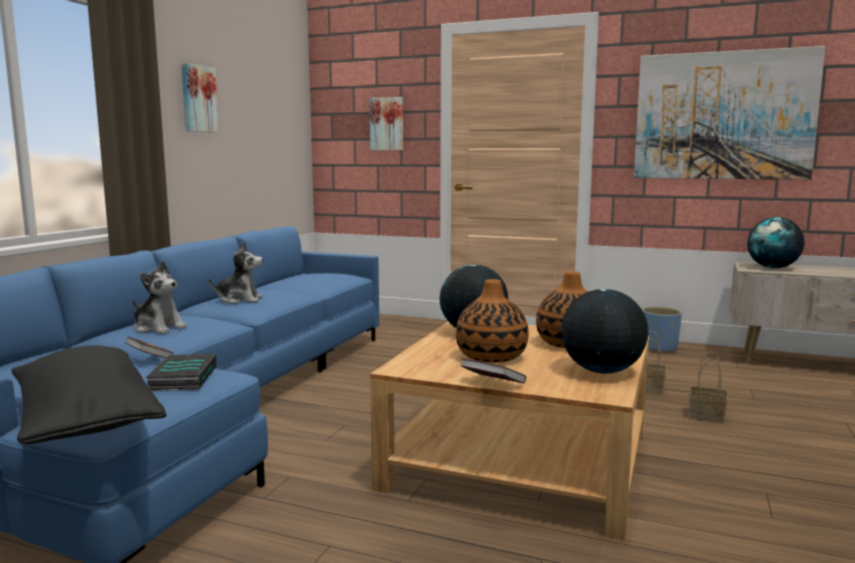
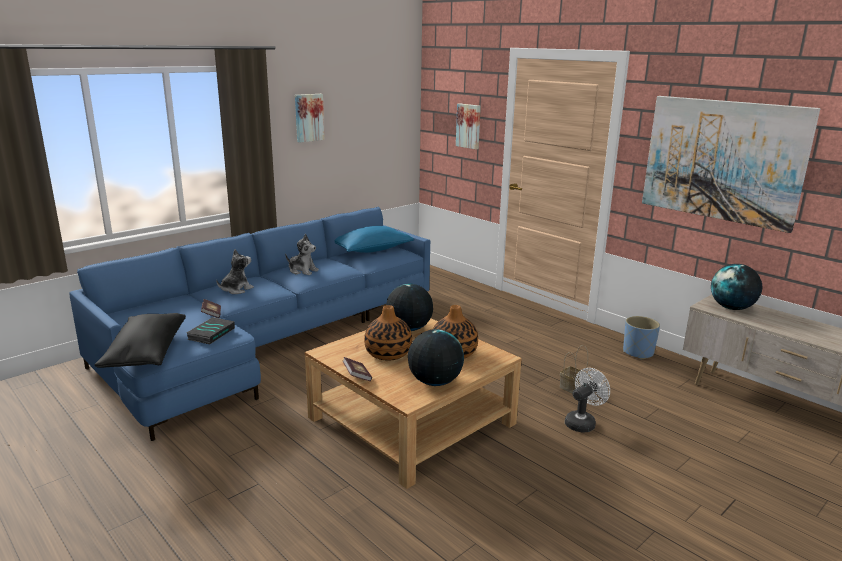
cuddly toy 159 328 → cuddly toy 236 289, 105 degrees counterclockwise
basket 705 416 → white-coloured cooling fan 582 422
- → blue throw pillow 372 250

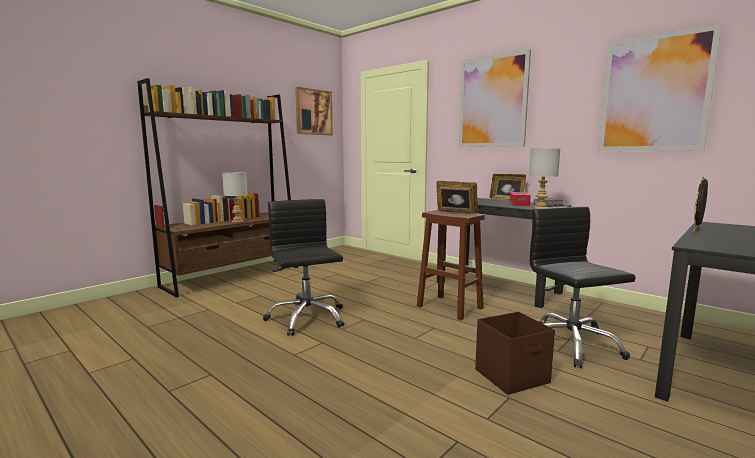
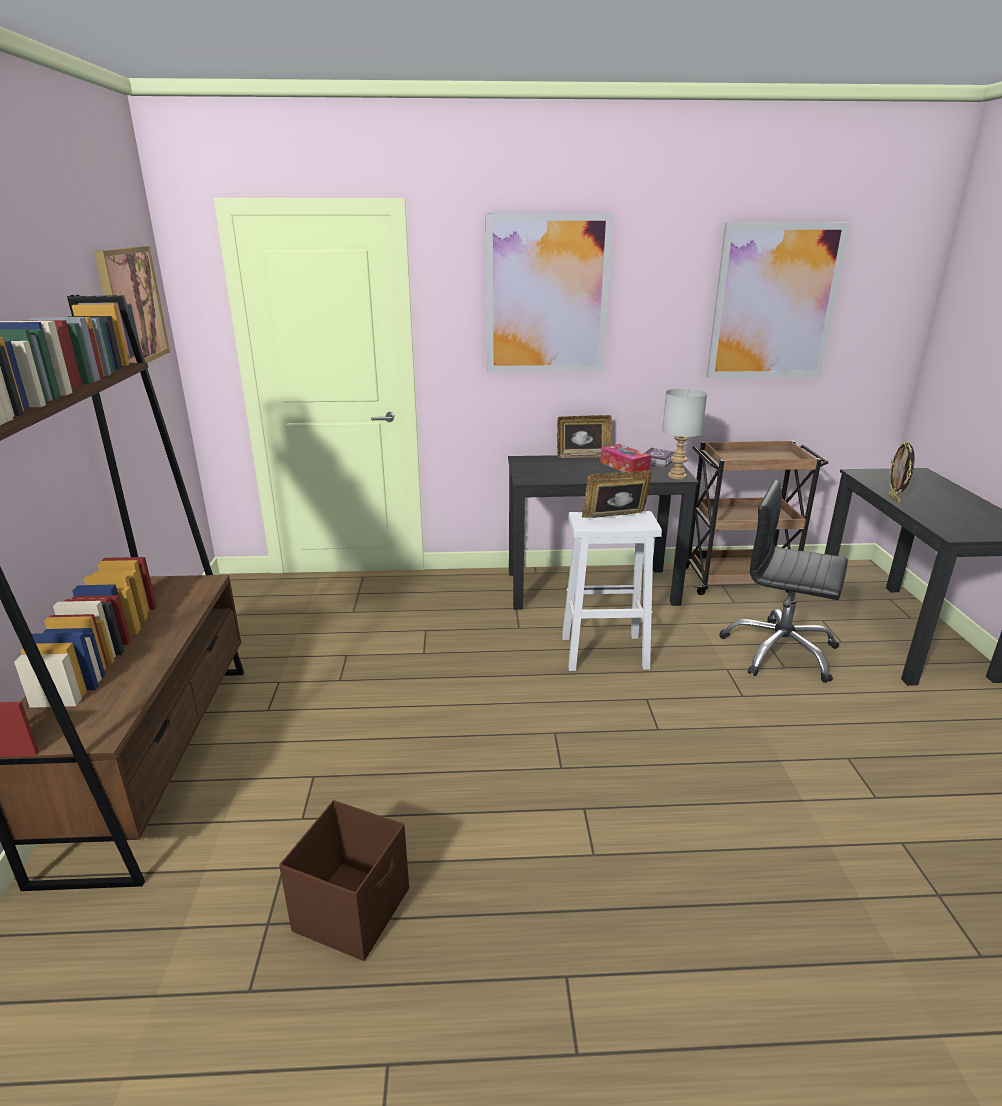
grey tabletop lamp 237 222 → -
black computer chair 306 318 → -
brown stool 448 307 → white-coloured stool 602 652
brown storage box 512 376 → brown storage box 354 909, shifted
- → brown cart 738 579

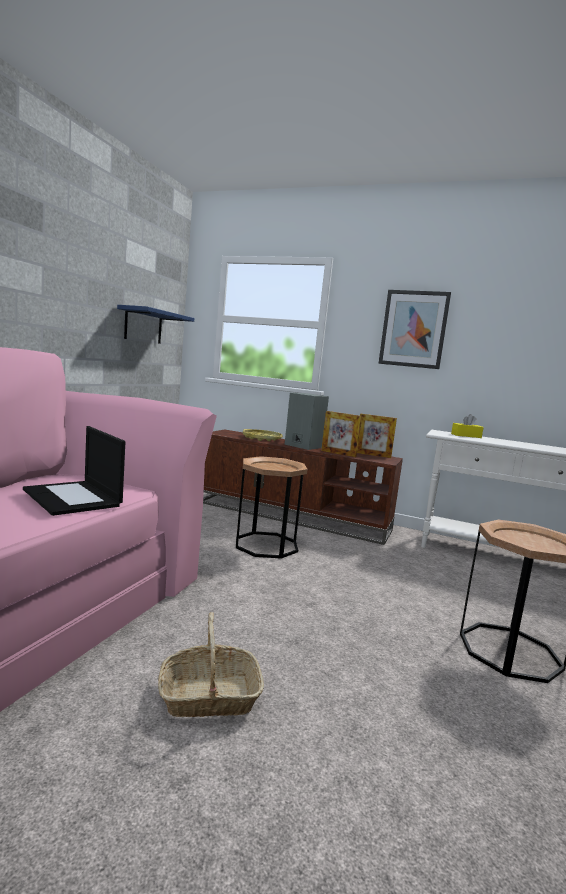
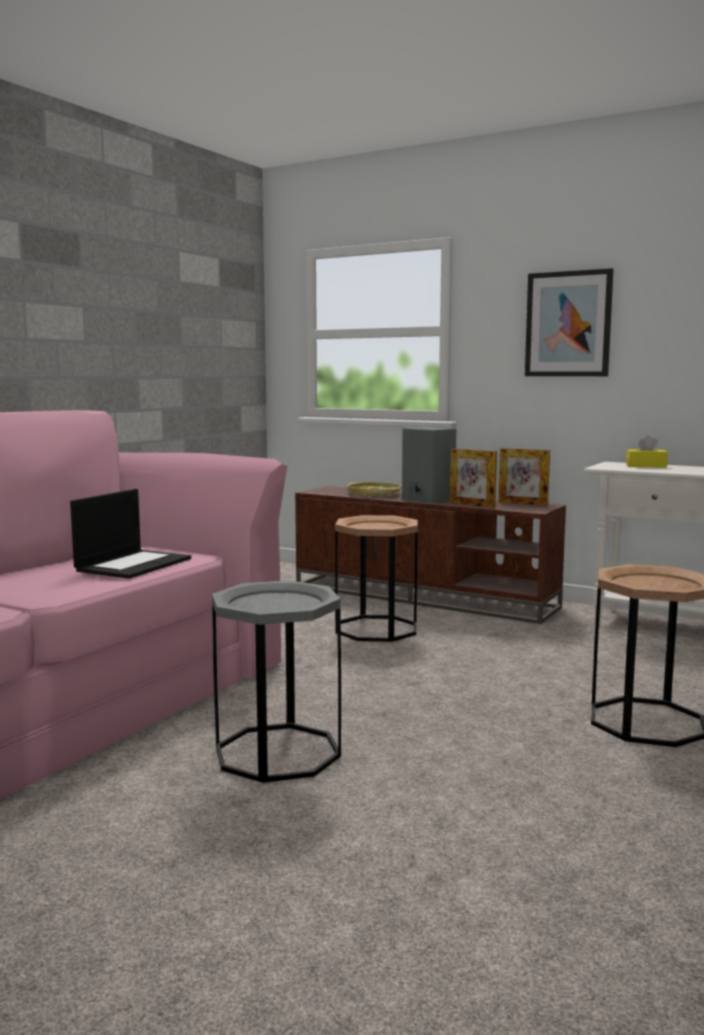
blue bracket shelf 143 326 → -
portable computer 73 498 → portable computer 134 564, 120 degrees counterclockwise
basket 209 696 → grey accent table 277 752

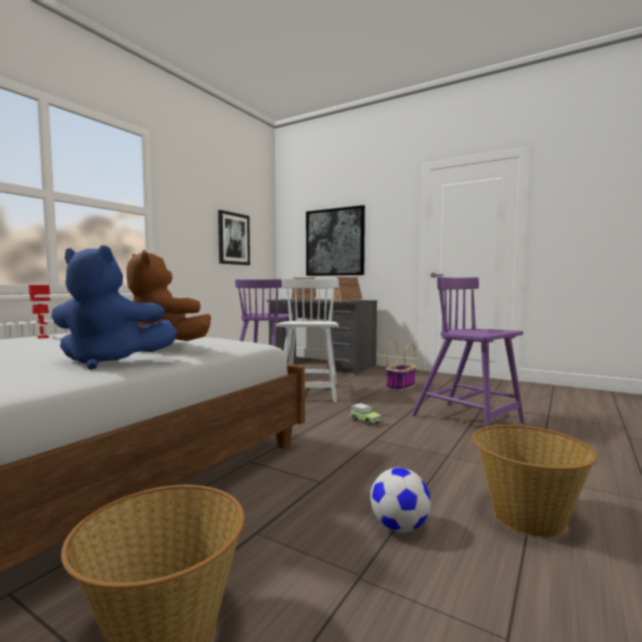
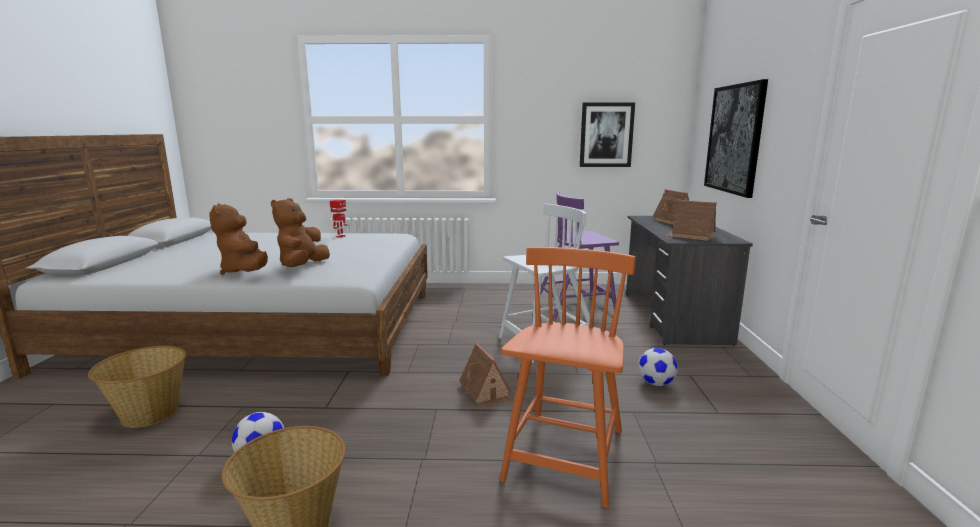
blue cuddly toy 110 362 → brown cuddly toy 245 272
purple-coloured plain chair 468 420 → orangey plain chair 565 457
basket 400 386 → football ball 656 383
toy car 364 421 → toy house 485 392

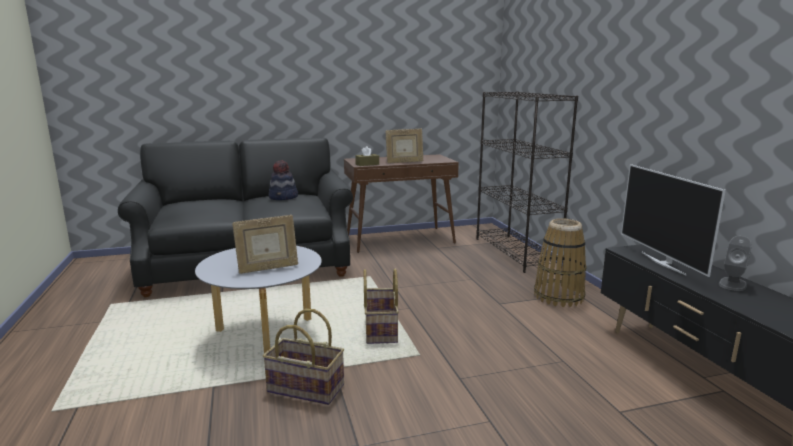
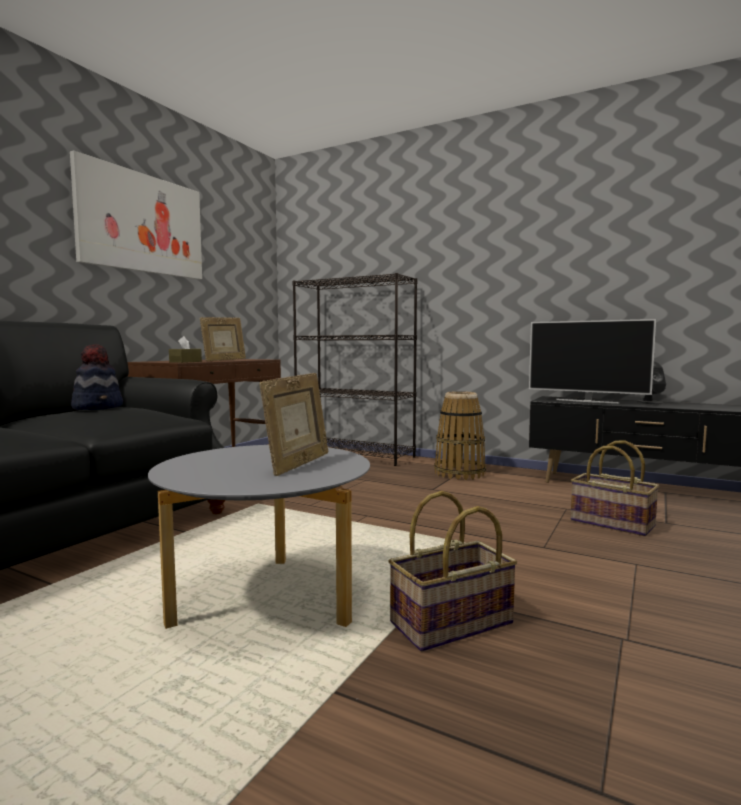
basket 380 330 → basket 611 523, shifted
- → picture 142 223

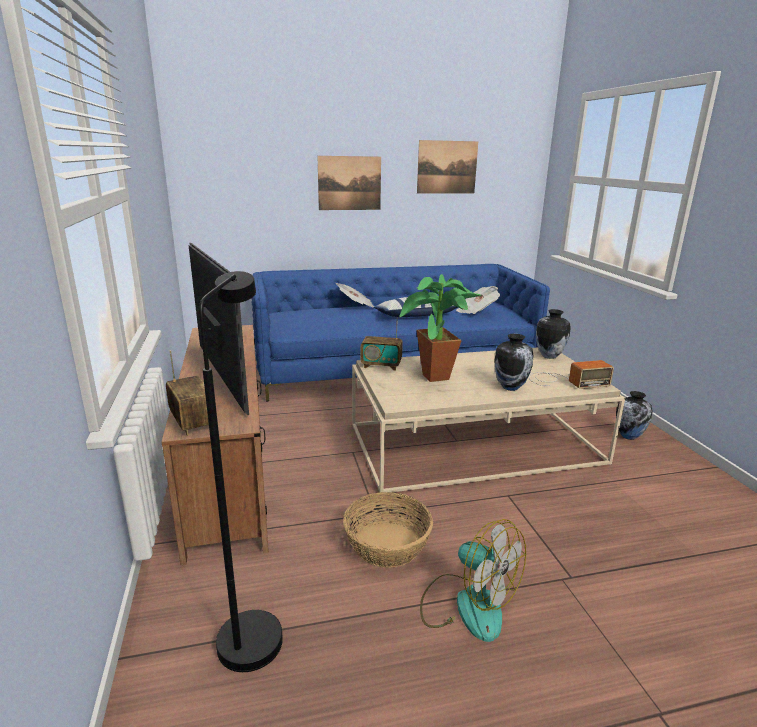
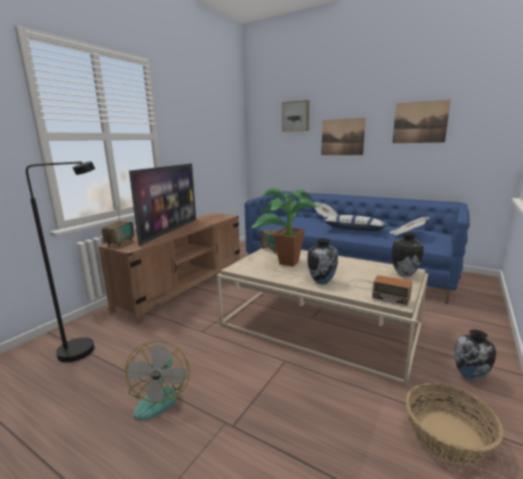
basket 387 544 → basket 447 436, shifted
- → picture 295 116

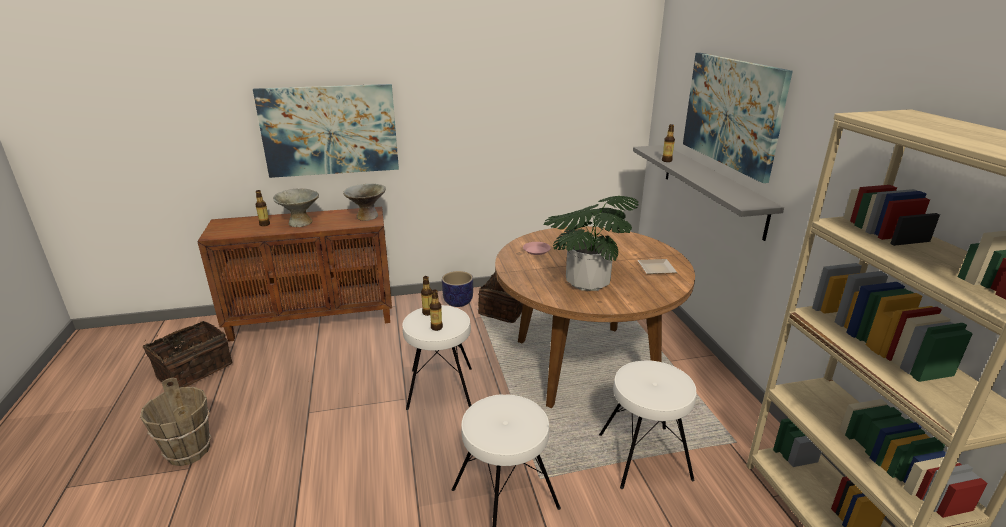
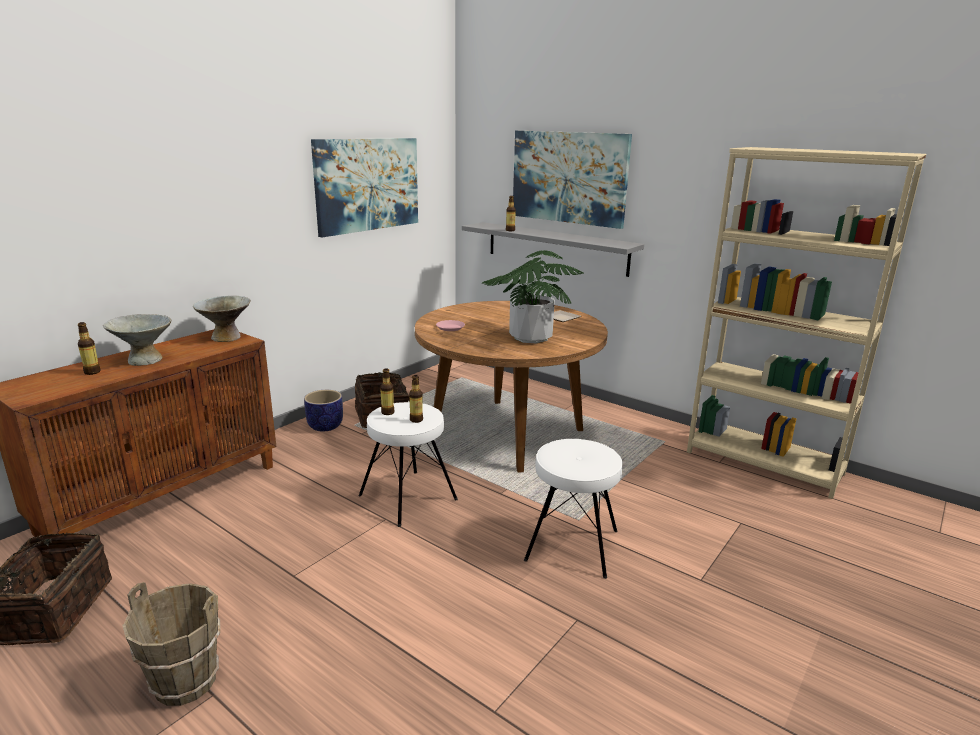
picture 330 130 → picture 367 184, shifted
white-coloured stool 644 457 → -

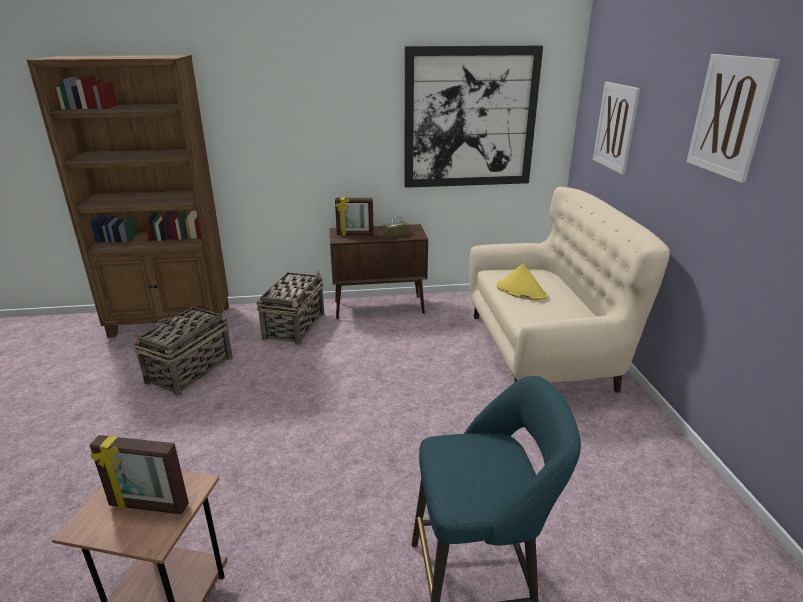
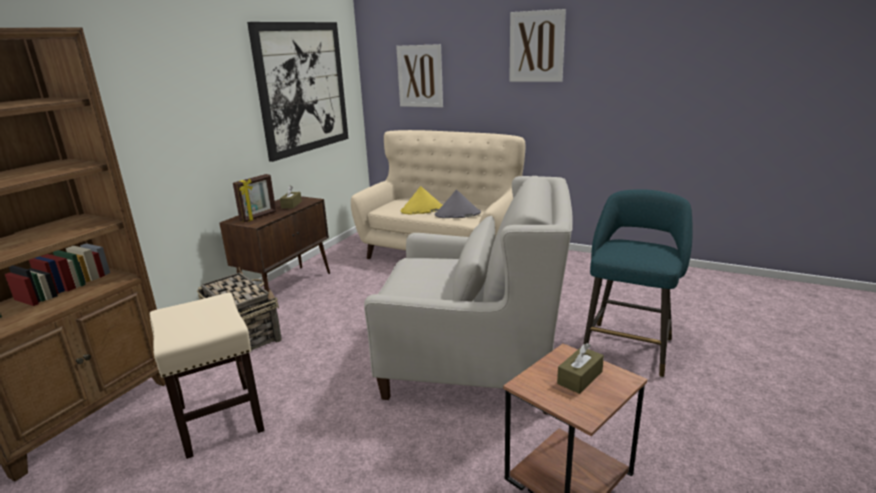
basket 189 370 → beige-coloured stool 220 419
standing frame 148 506 → brown tissue box 580 378
- → white-coloured armchair 473 360
- → grey clothing hat 457 214

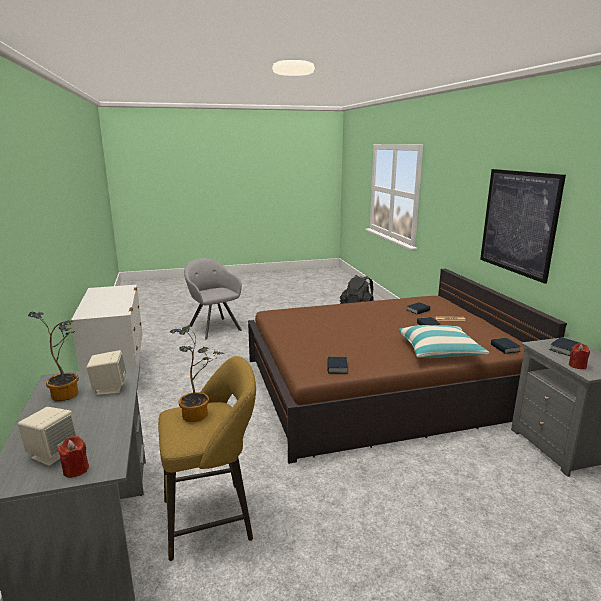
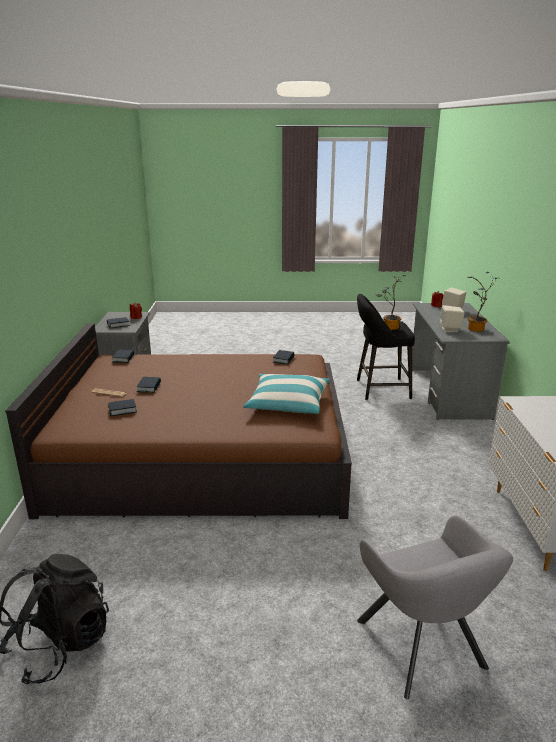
picture 518 222 → -
throw pillow 439 351 → throw pillow 288 403, shifted
yellow-coloured stool 213 518 → black stool 379 389

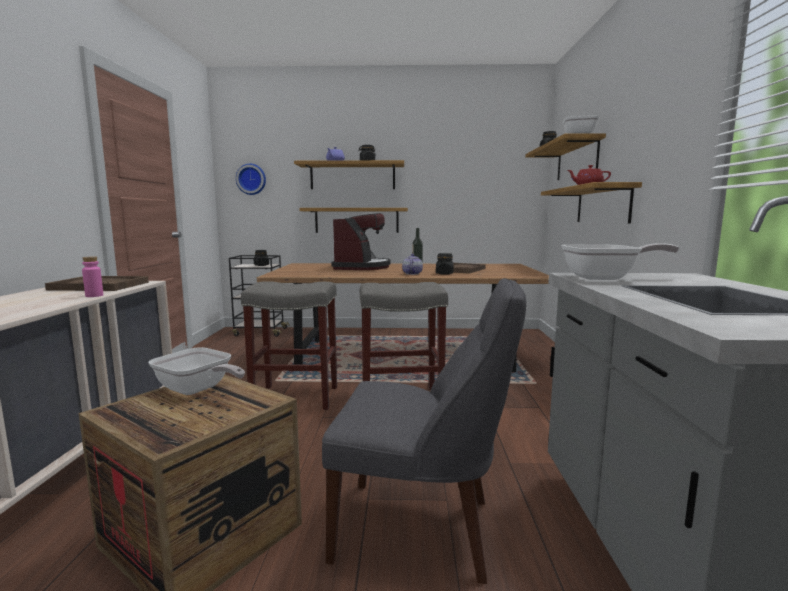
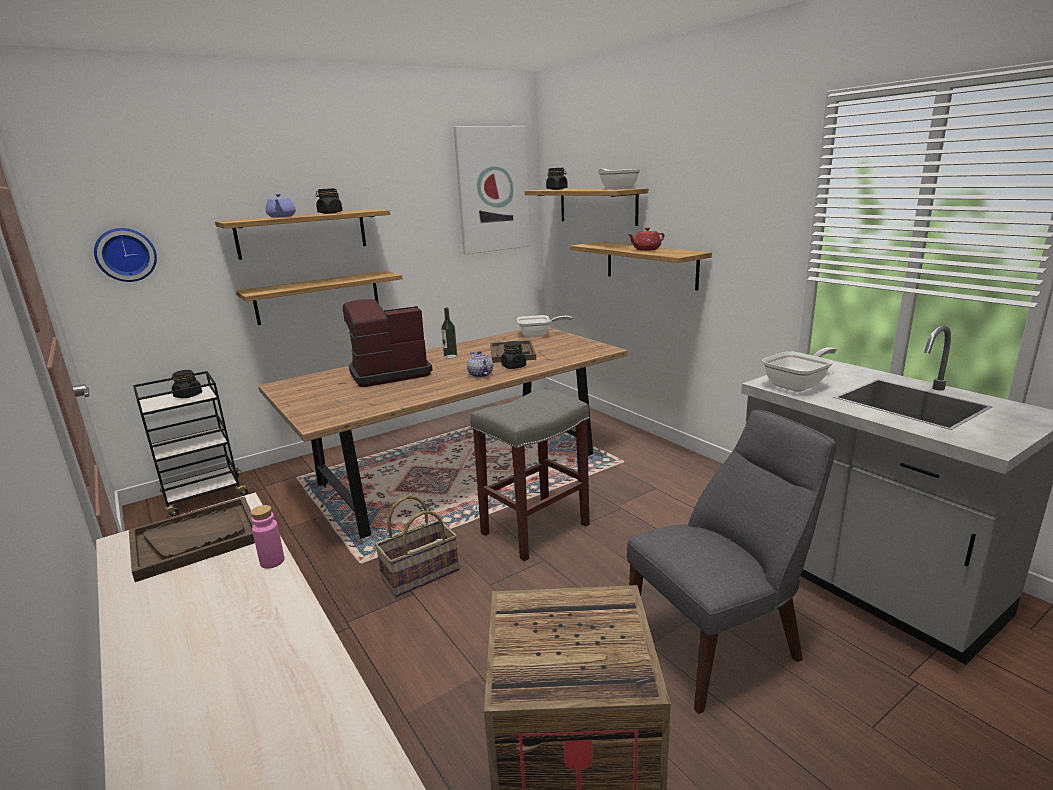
coffee brewer 362 267 → coffee brewer 388 373, 90 degrees counterclockwise
grey stool 294 397 → basket 420 575
skillet 197 390 → skillet 538 335, shifted
- → picture 492 190

